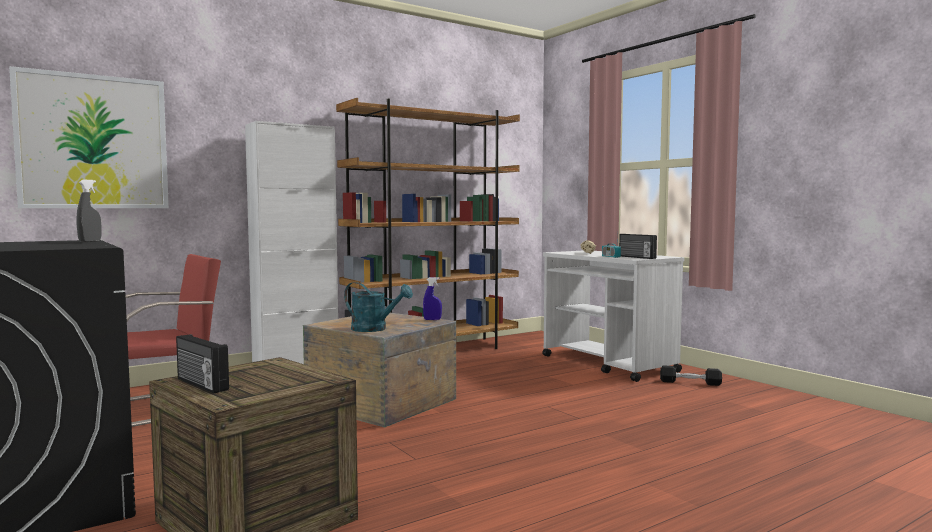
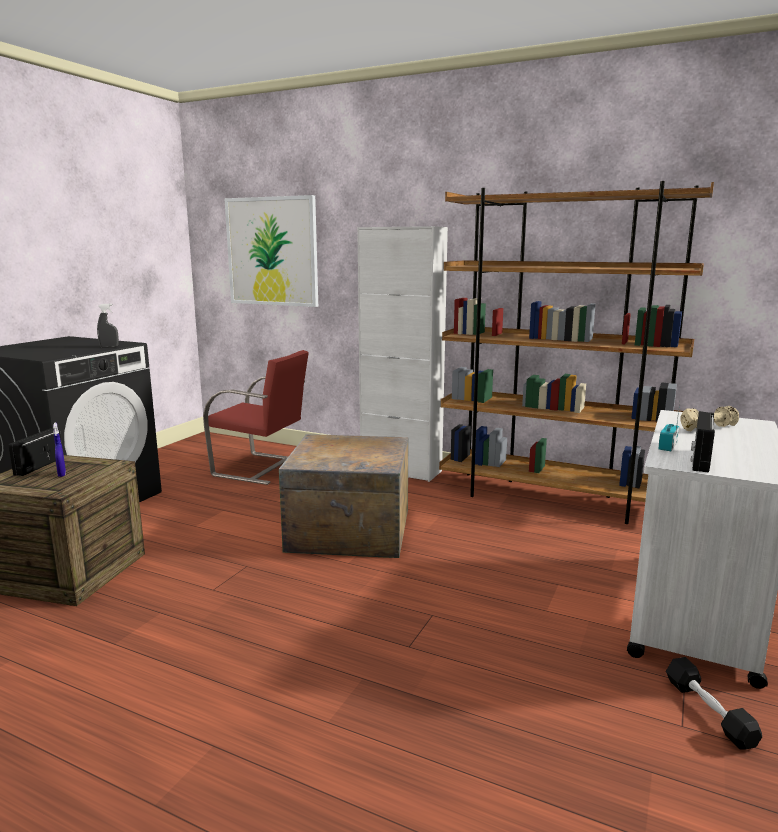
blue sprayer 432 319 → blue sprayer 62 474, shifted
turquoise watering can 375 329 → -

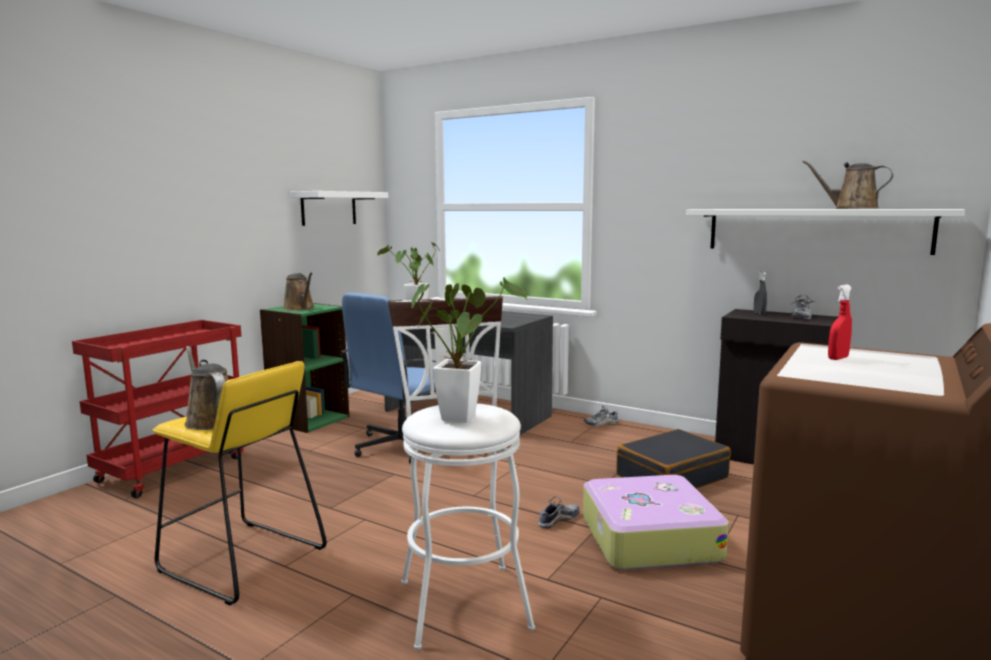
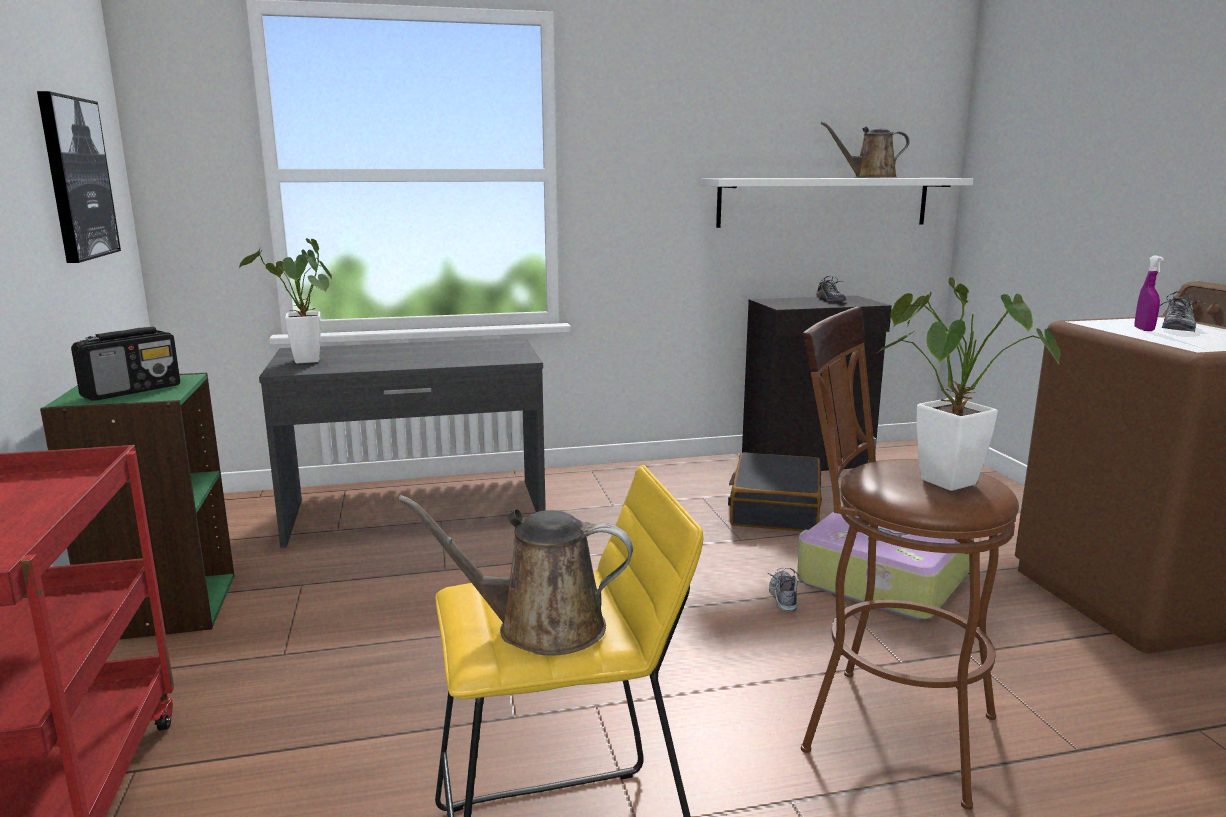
white-coloured bracket shelf 329 208 → picture 77 178
grey sprayer 759 313 → -
brown watering can 300 308 → radio receiver 132 391
reddish sprayer 838 358 → purple-coloured sprayer 1144 329
blue computer chair 400 446 → -
white-coloured stool 461 596 → brown stool 881 727
shoe 601 423 → shoe 1177 328, shifted

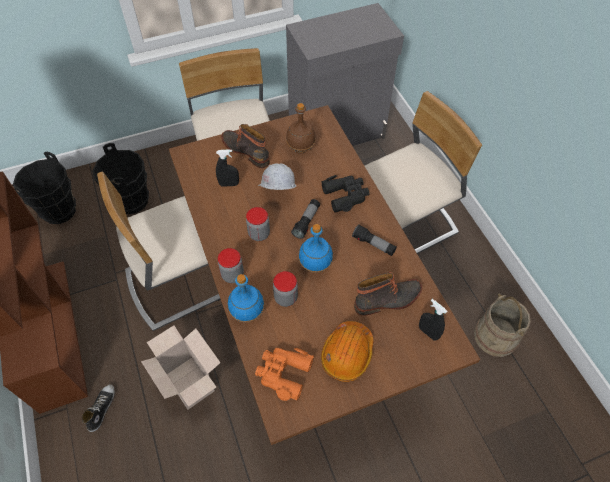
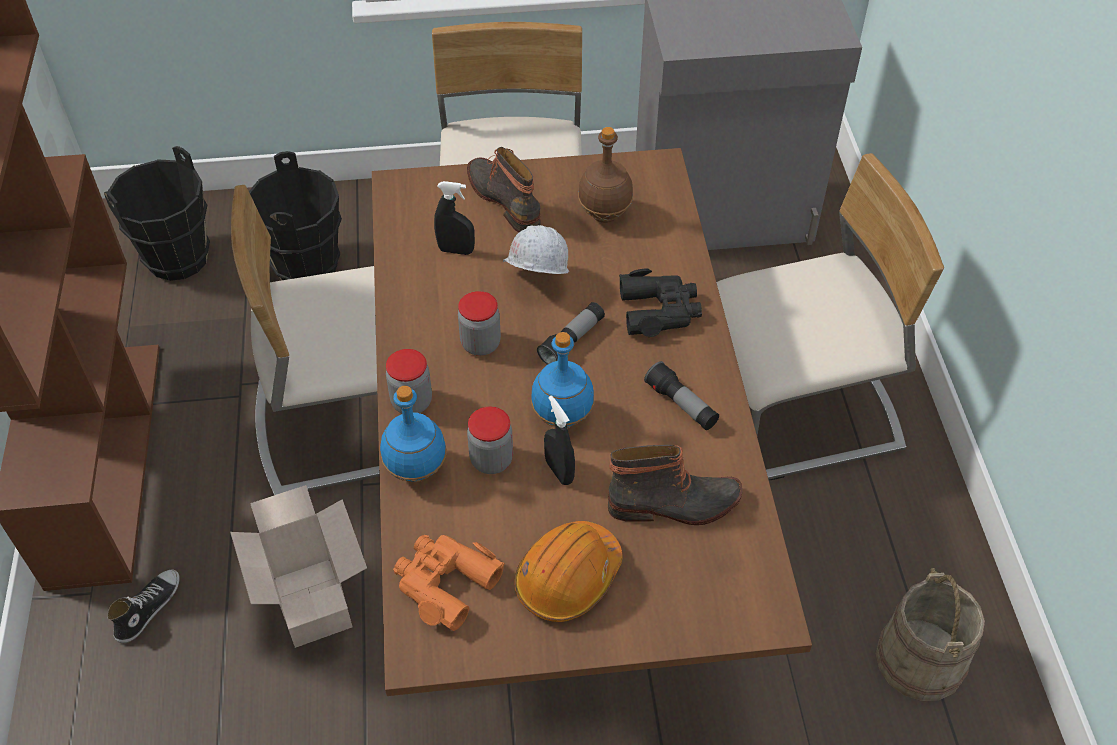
black sprayer 428 332 → black sprayer 559 471, shifted

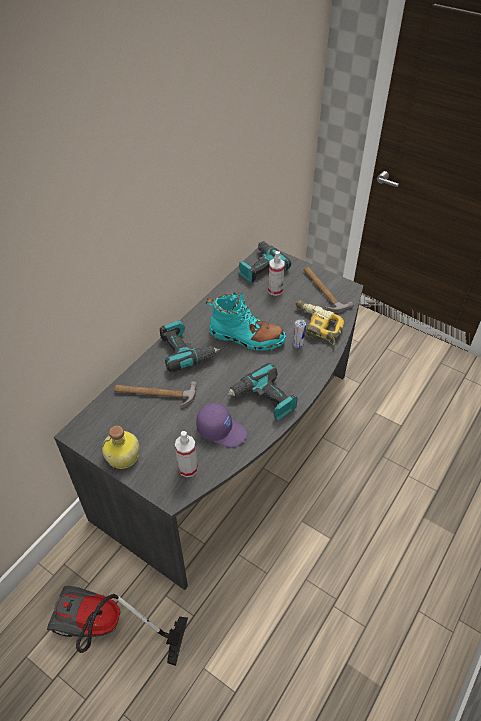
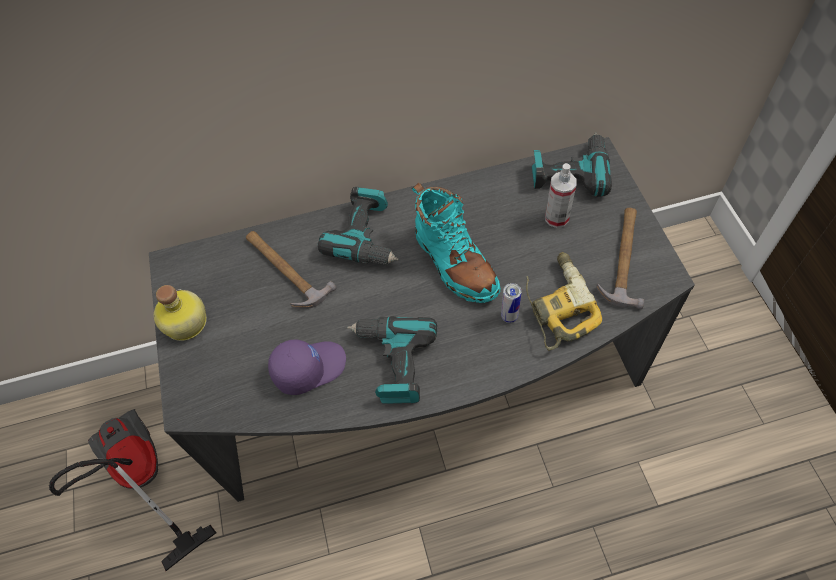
purple-coloured baseball cap 222 430 → purple-coloured baseball cap 309 367, 90 degrees counterclockwise
sprayer 188 468 → -

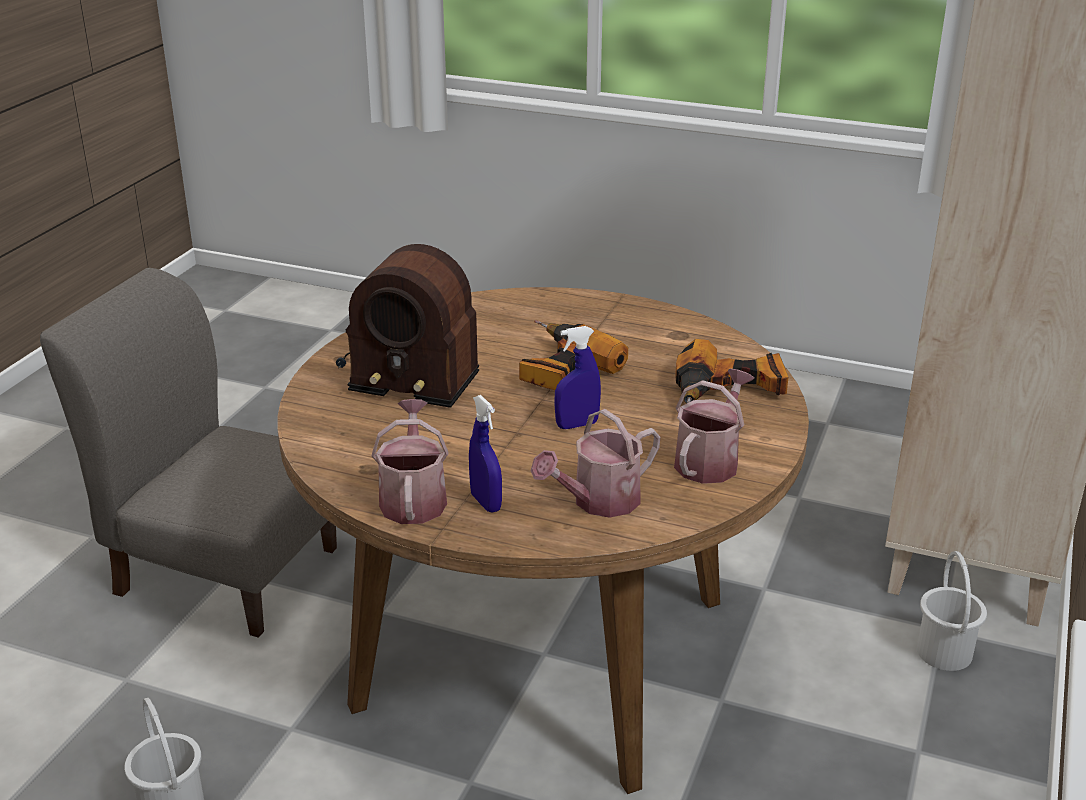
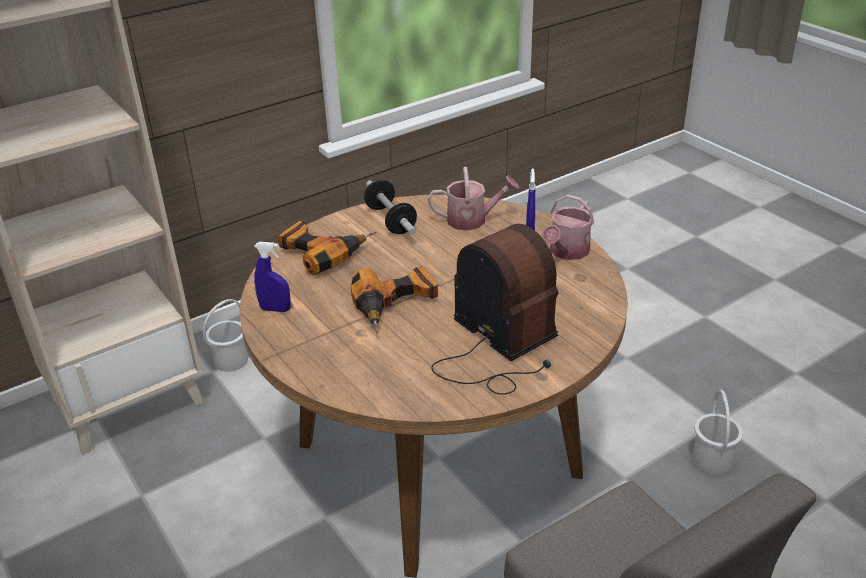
blue sprayer 577 425 → blue sprayer 275 309, shifted
watering can 710 460 → dumbbell 390 220

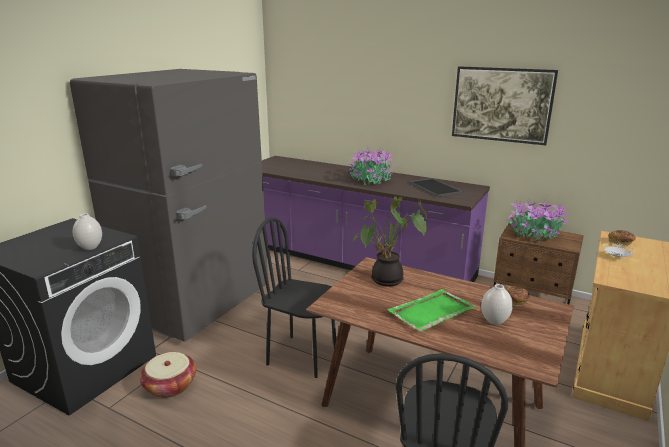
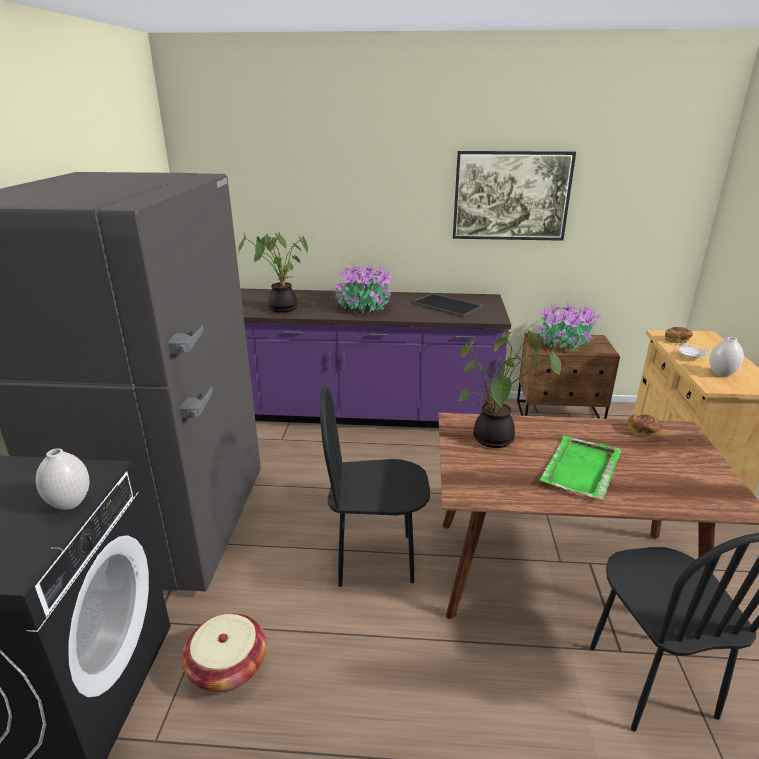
white-coloured flower vase 494 321 → white-coloured flower vase 720 374, shifted
- → potted plant 281 307

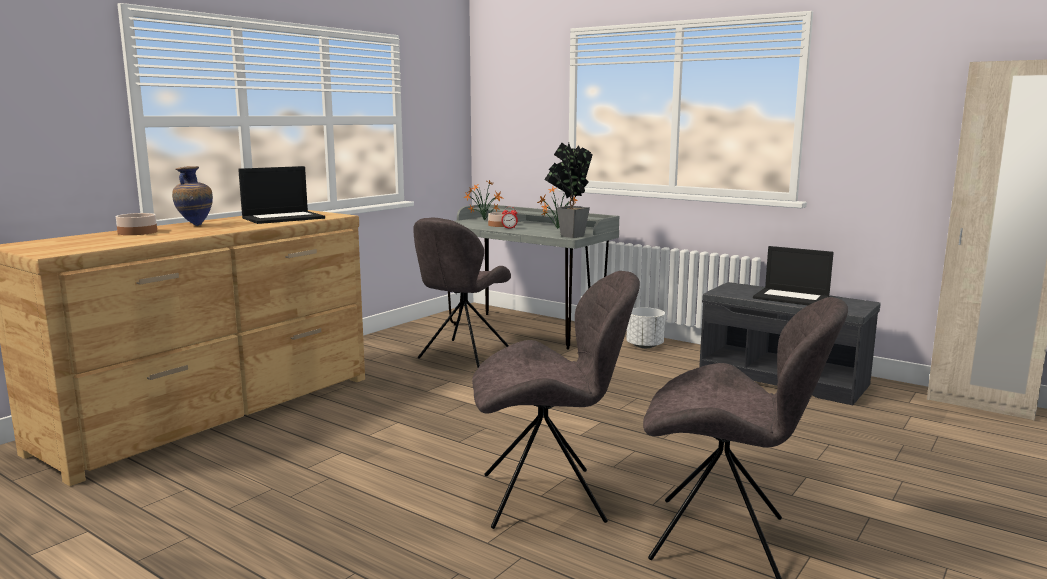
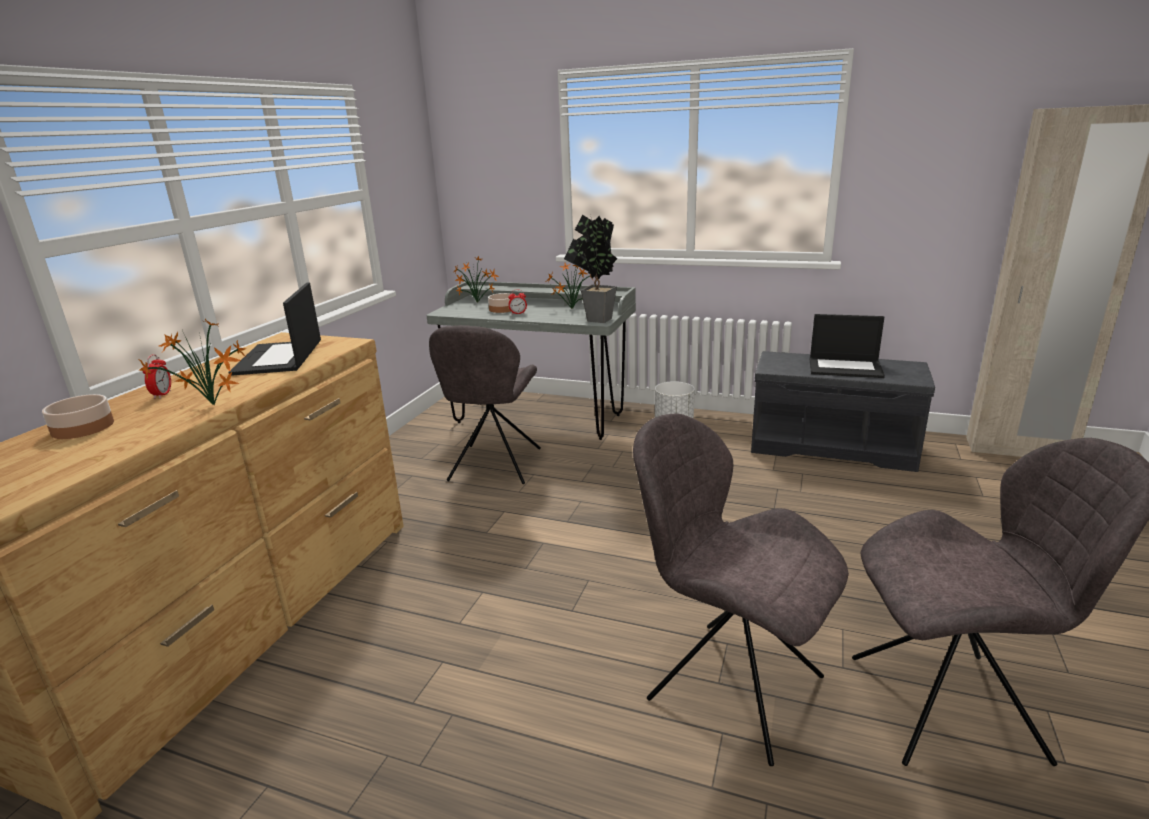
flower vase 195 225 → alarm clock 162 394
portable computer 284 218 → portable computer 279 358, 135 degrees clockwise
grey plain chair 548 498 → grey plain chair 729 684, 120 degrees counterclockwise
- → potted plant 214 406

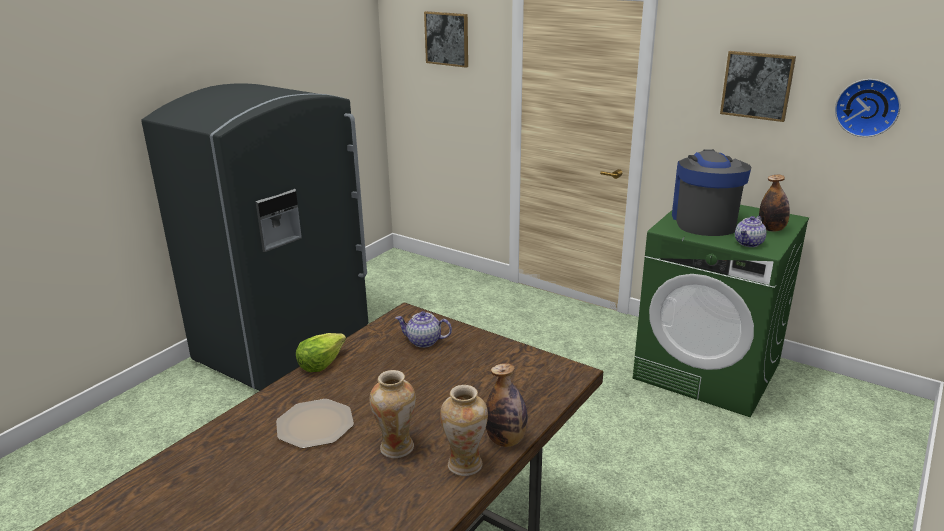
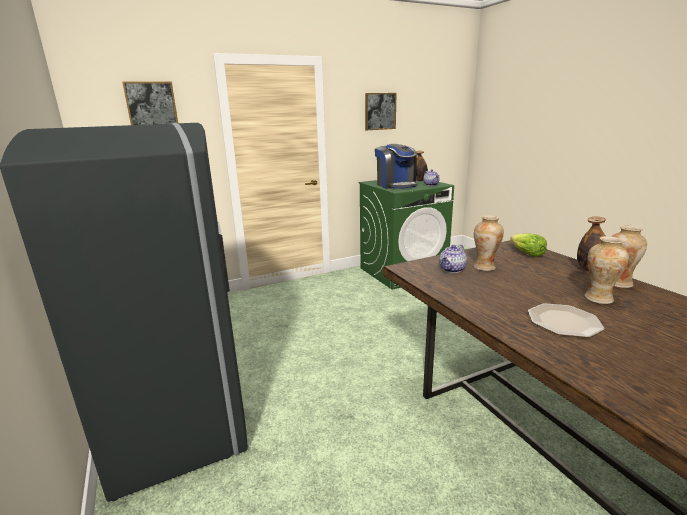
wall clock 867 107 → -
coffee brewer 704 221 → coffee brewer 396 185, 150 degrees counterclockwise
head of lettuce 321 363 → head of lettuce 526 253, shifted
- → flower vase 484 267

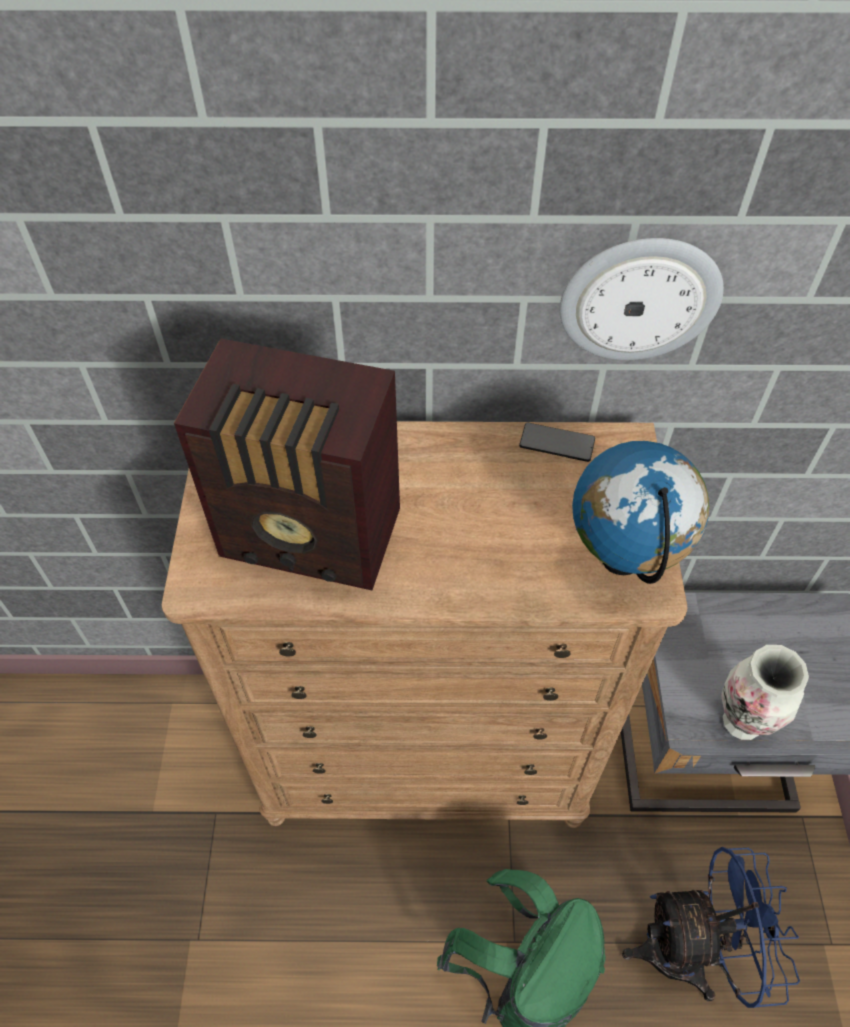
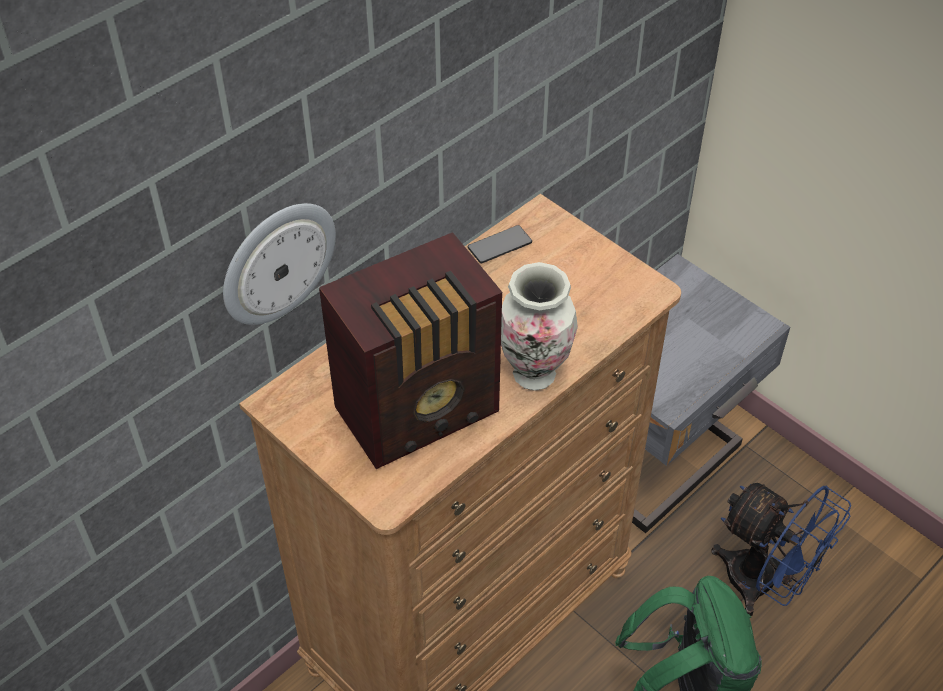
wall clock 639 298 → wall clock 277 262, shifted
world globe 623 560 → -
flower vase 742 722 → flower vase 534 375, shifted
blue cooling fan 691 950 → blue cooling fan 763 585, 90 degrees clockwise

